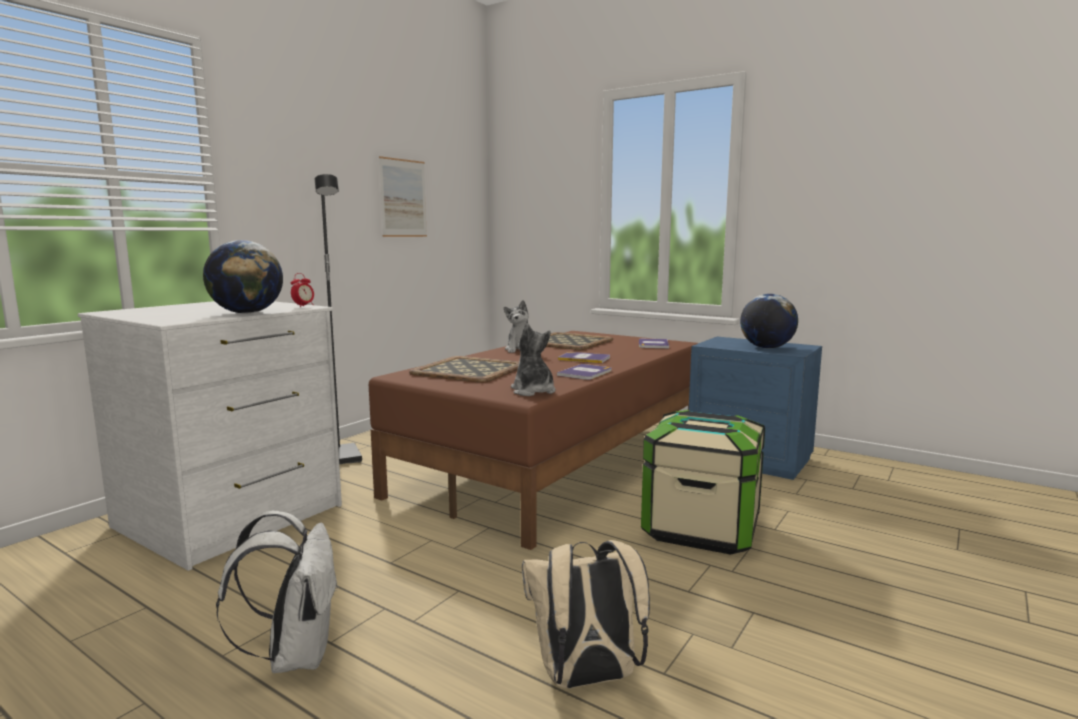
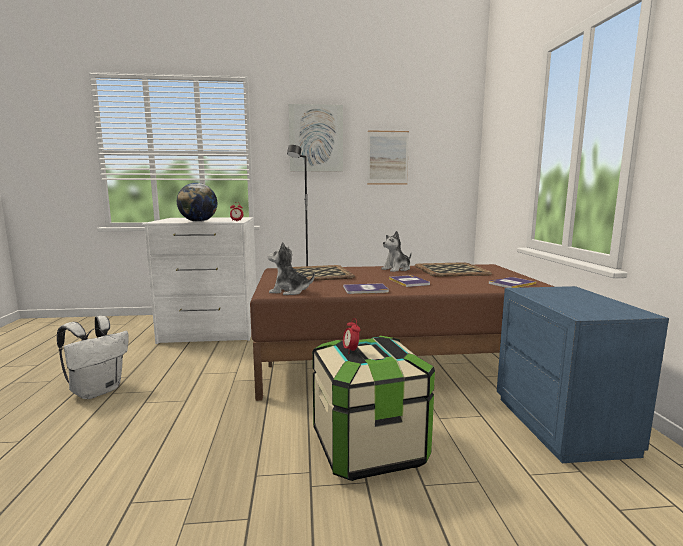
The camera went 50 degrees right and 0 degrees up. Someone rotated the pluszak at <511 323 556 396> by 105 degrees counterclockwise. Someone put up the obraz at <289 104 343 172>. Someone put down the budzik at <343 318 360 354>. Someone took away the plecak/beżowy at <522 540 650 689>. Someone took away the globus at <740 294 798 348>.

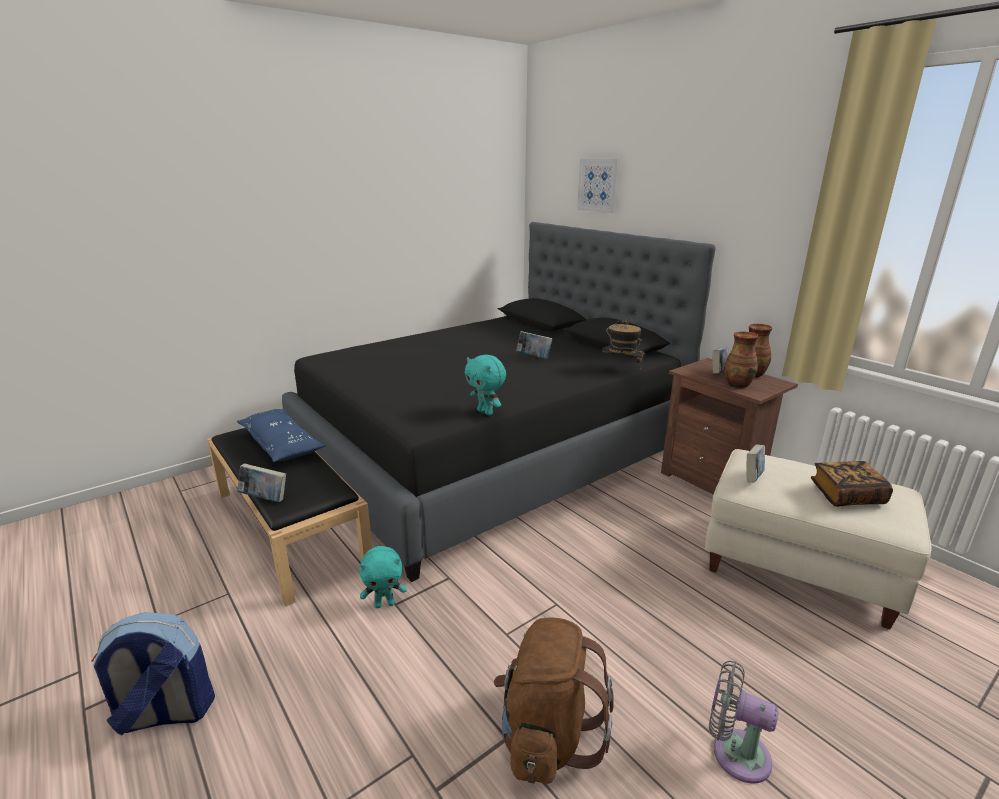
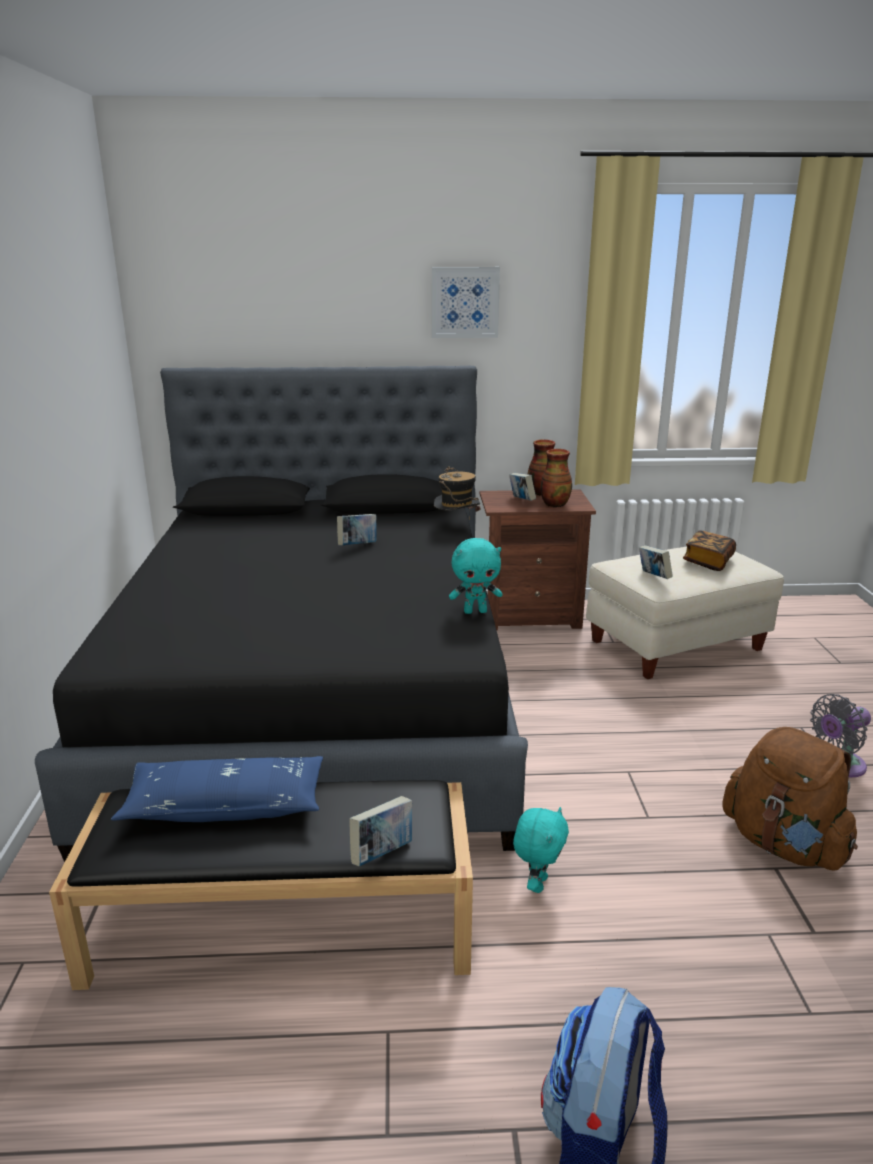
The camera went 55 degrees left and 0 degrees up. Someone carried the obraz from <577 158 620 213> to <432 267 500 338>.

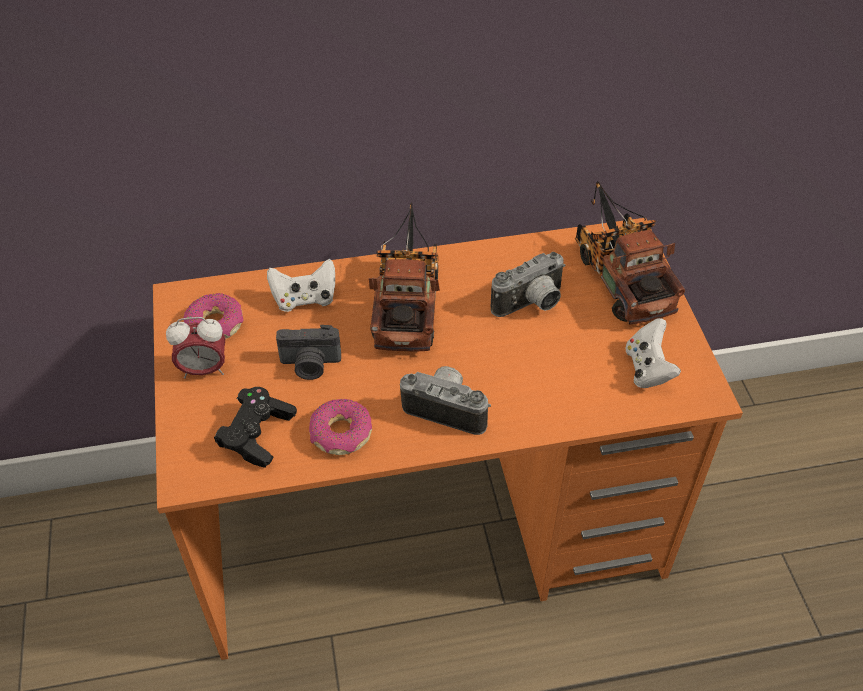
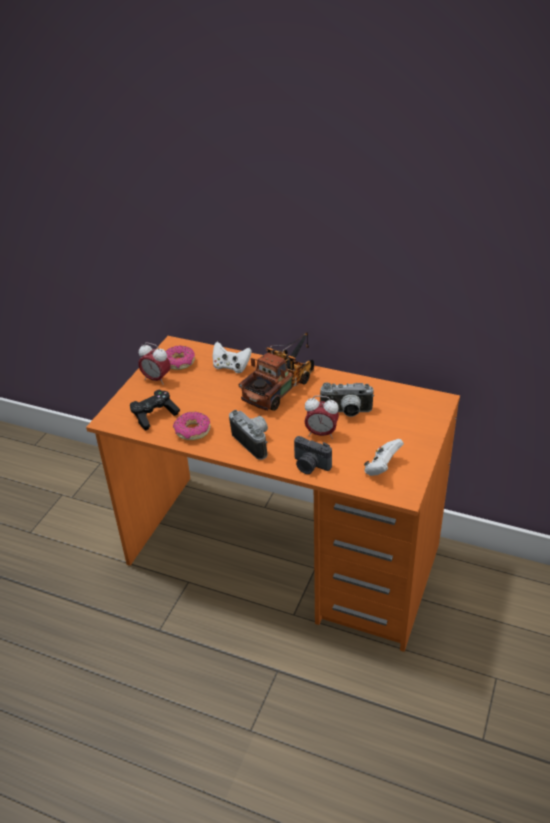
The camera went 35 degrees right and 10 degrees down. Someone carried the aparat fotograficzny from <276 325 341 380> to <294 436 332 474>. Someone put down the budzik at <304 396 339 439>. Someone took away the ciężarówka zabawkowa at <575 181 685 324>.

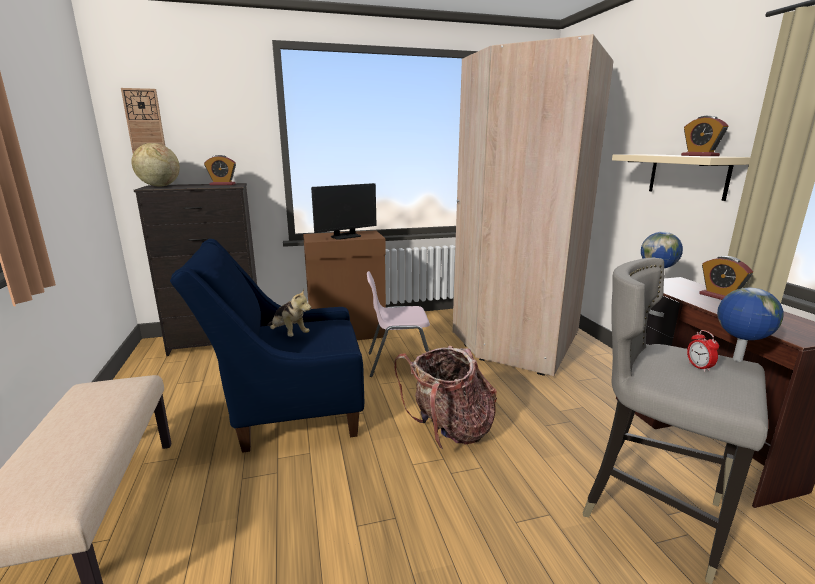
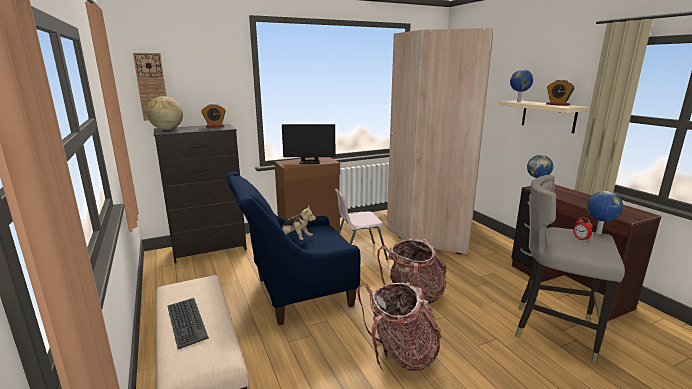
The camera went 10 degrees left and 0 degrees up. Someone put down the klawiatura at <168 298 209 349>. Someone rotated the monitor at <311 183 376 240> by 45 degrees clockwise. Someone put down the plecak at <357 282 442 371>. Someone put down the globus at <510 69 533 102>. Someone took away the budzik at <699 256 753 300>.

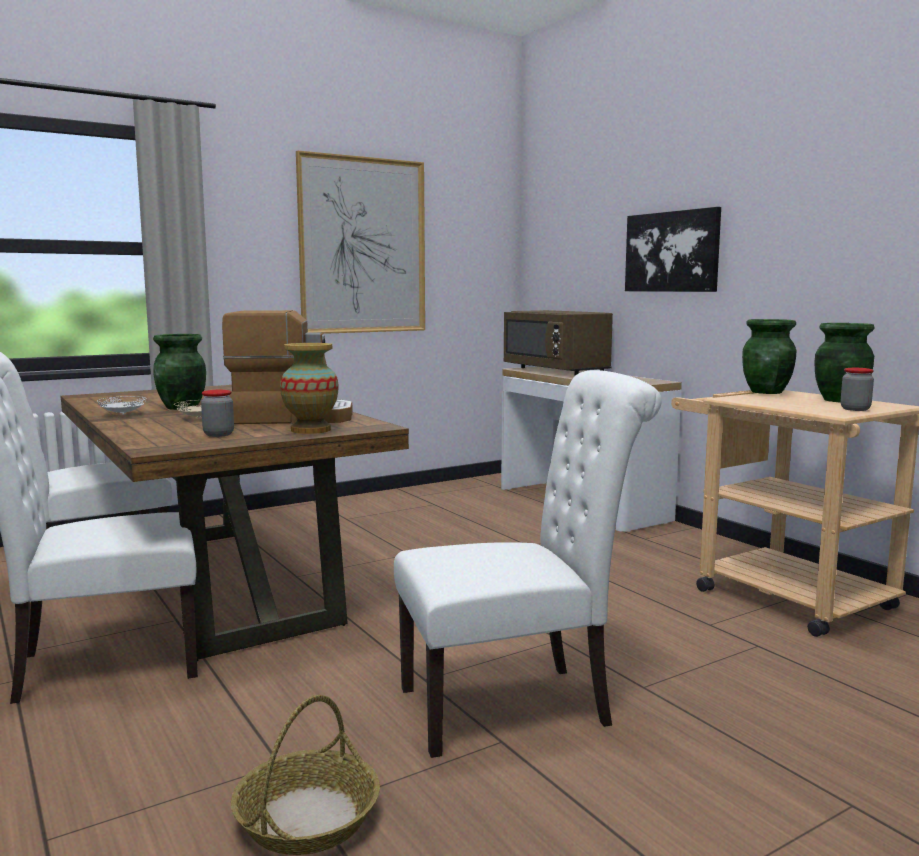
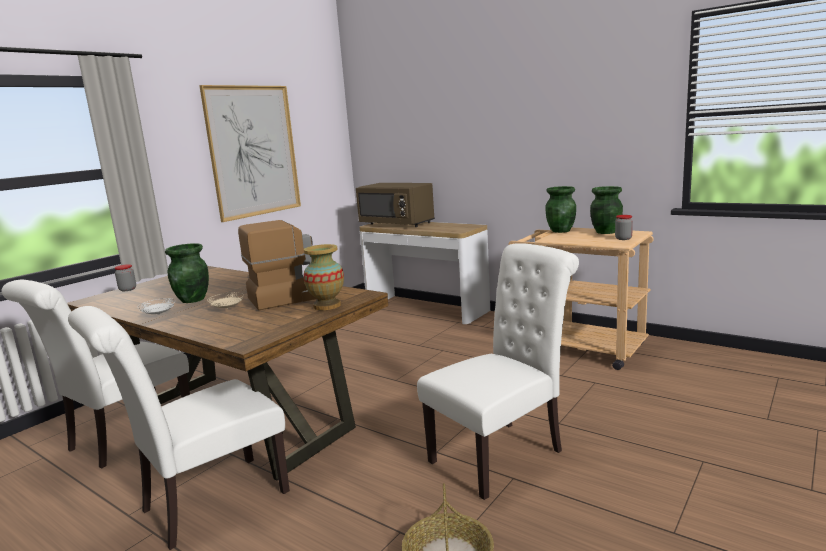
The camera went 20 degrees left and 5 degrees up. Someone carried the słoik from <201 390 234 437> to <114 264 136 291>. Someone took away the obraz at <625 207 721 292>.

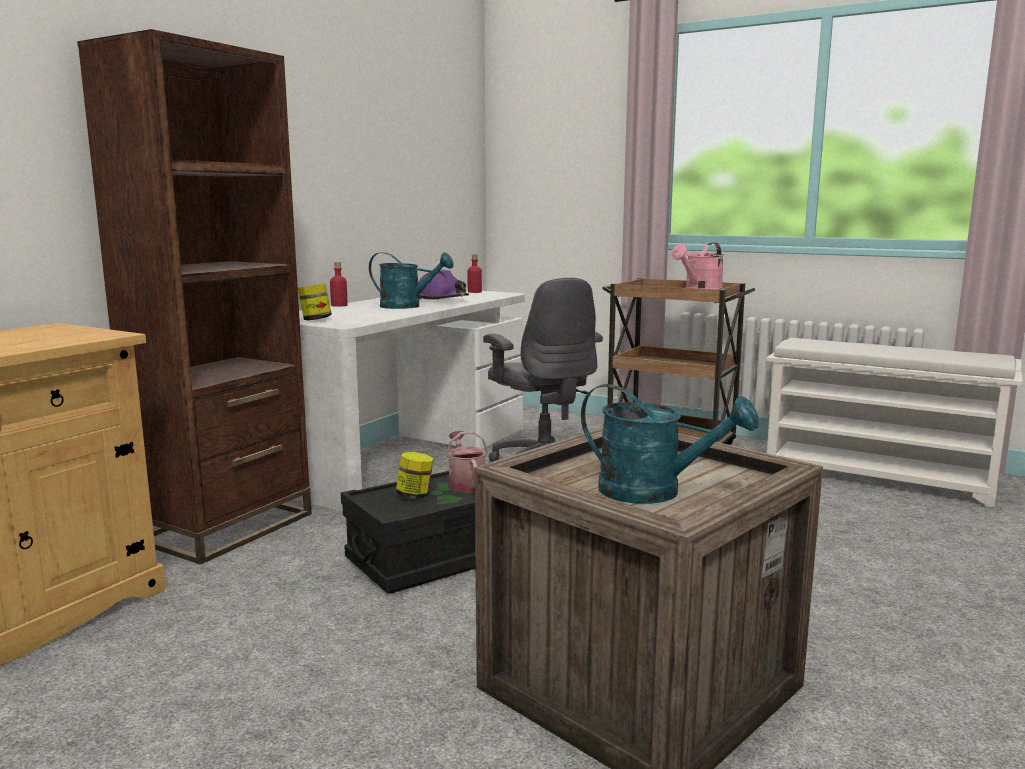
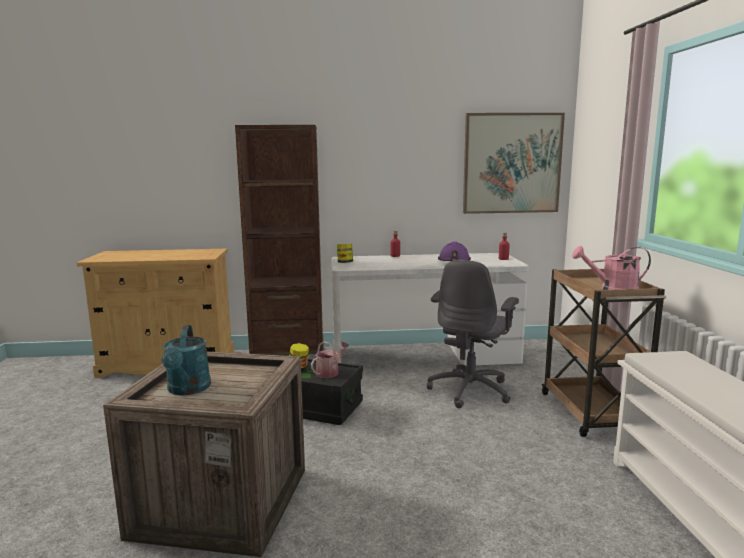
The camera went 55 degrees right and 0 degrees up. Someone put up the obraz at <463 113 565 214>. Someone took away the konewka/turkusowy at <369 252 454 309>.

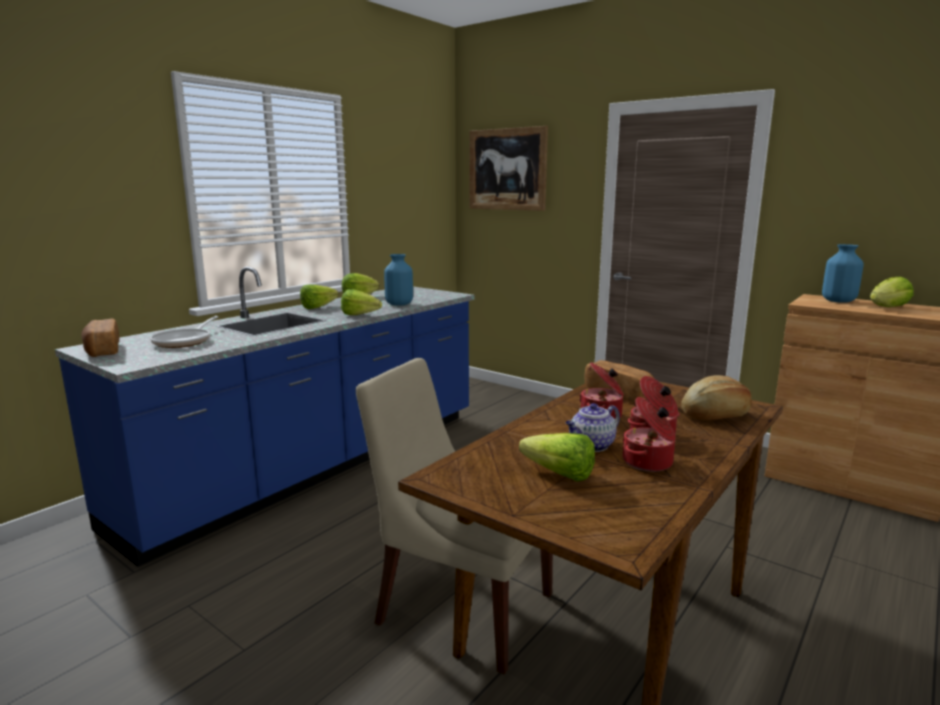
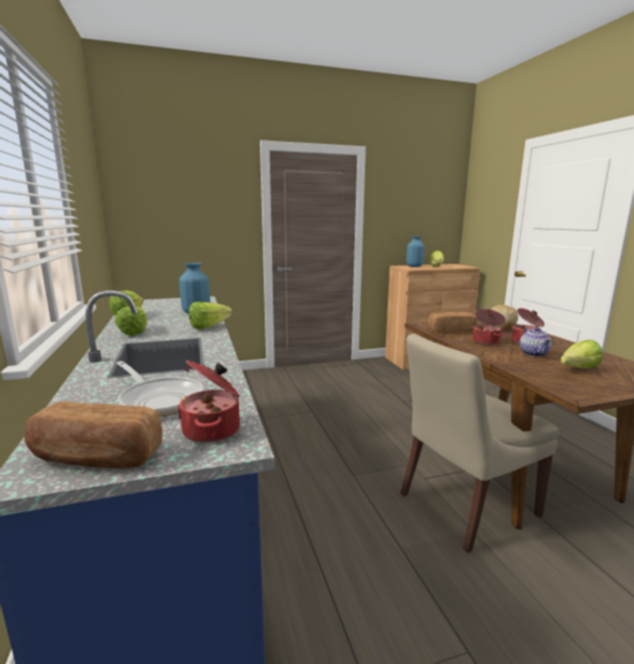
The camera went 55 degrees left and 0 degrees up. Someone carried the garnek from <623 397 676 472> to <177 360 240 443>. Someone took away the obraz at <469 126 548 211>.

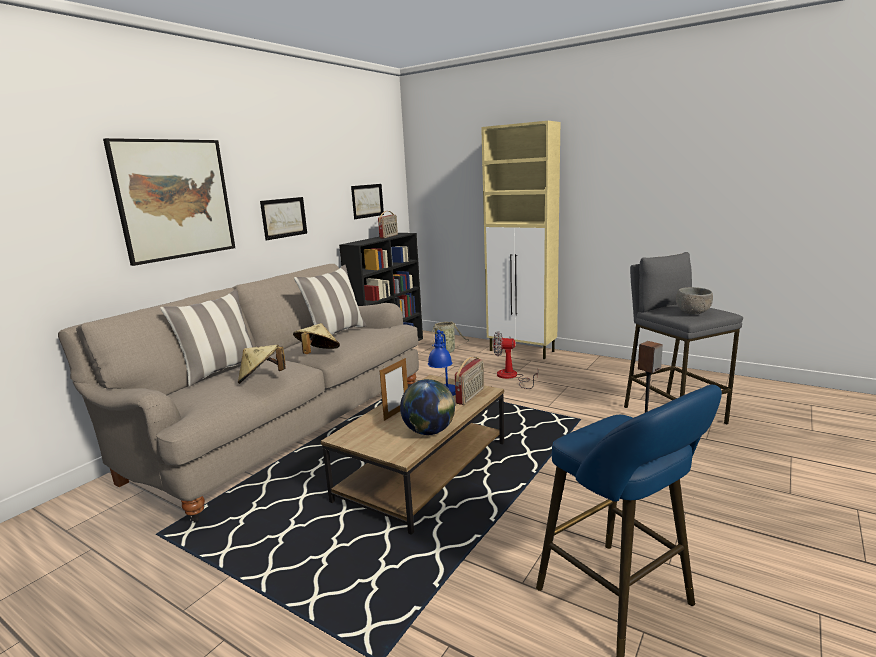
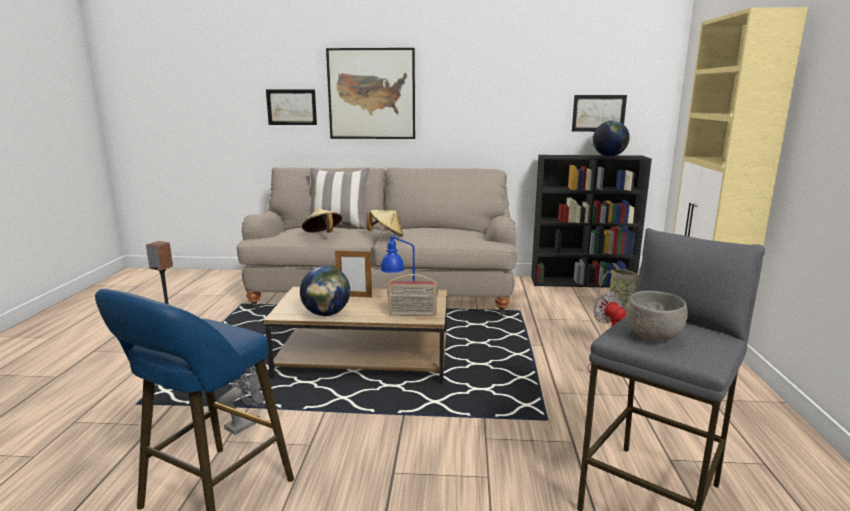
The camera went 60 degrees right and 0 degrees up. Someone put down the wentylator/szary at <218 366 266 435>. Someone carried the obraz from <260 197 307 240> to <266 89 317 125>. Someone swapped the radio at <378 211 398 238> for the globus at <593 121 630 157>. Someone took away the poduszka at <294 265 367 335>.

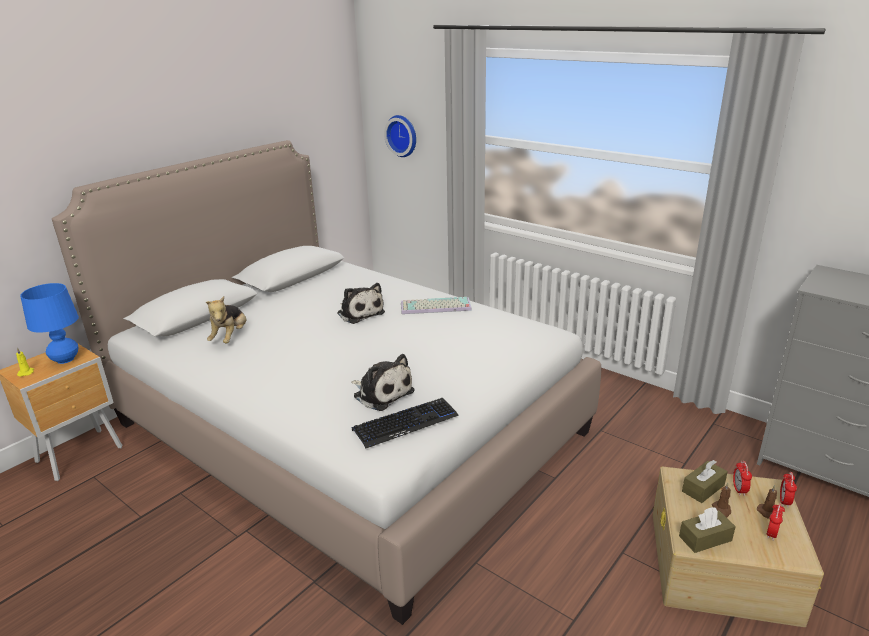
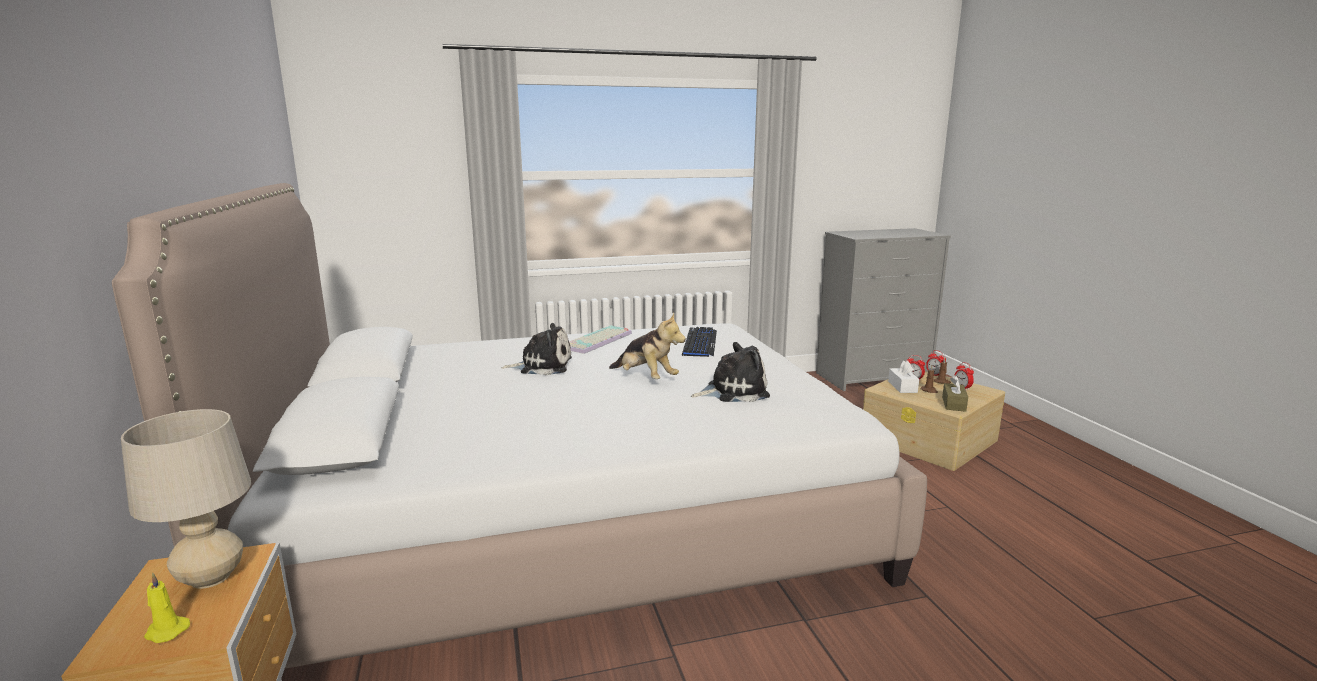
The camera went 55 degrees left and 10 degrees down. Someone repainted the lampa stołowa/niebieski at <20 283 79 364>, which became the lampa stołowa/beżowy at <121 409 251 589>. Someone carried the pluszak from <206 296 247 343> to <609 313 686 379>. Someone carried the klawiatura from <352 398 459 449> to <682 327 717 357>. Someone repainted the pudełko chusteczek/brązowy at <682 460 728 503>, which became the pudełko chusteczek/biały at <888 360 919 393>. Someone took away the zegar ścienny at <384 115 416 157>.

